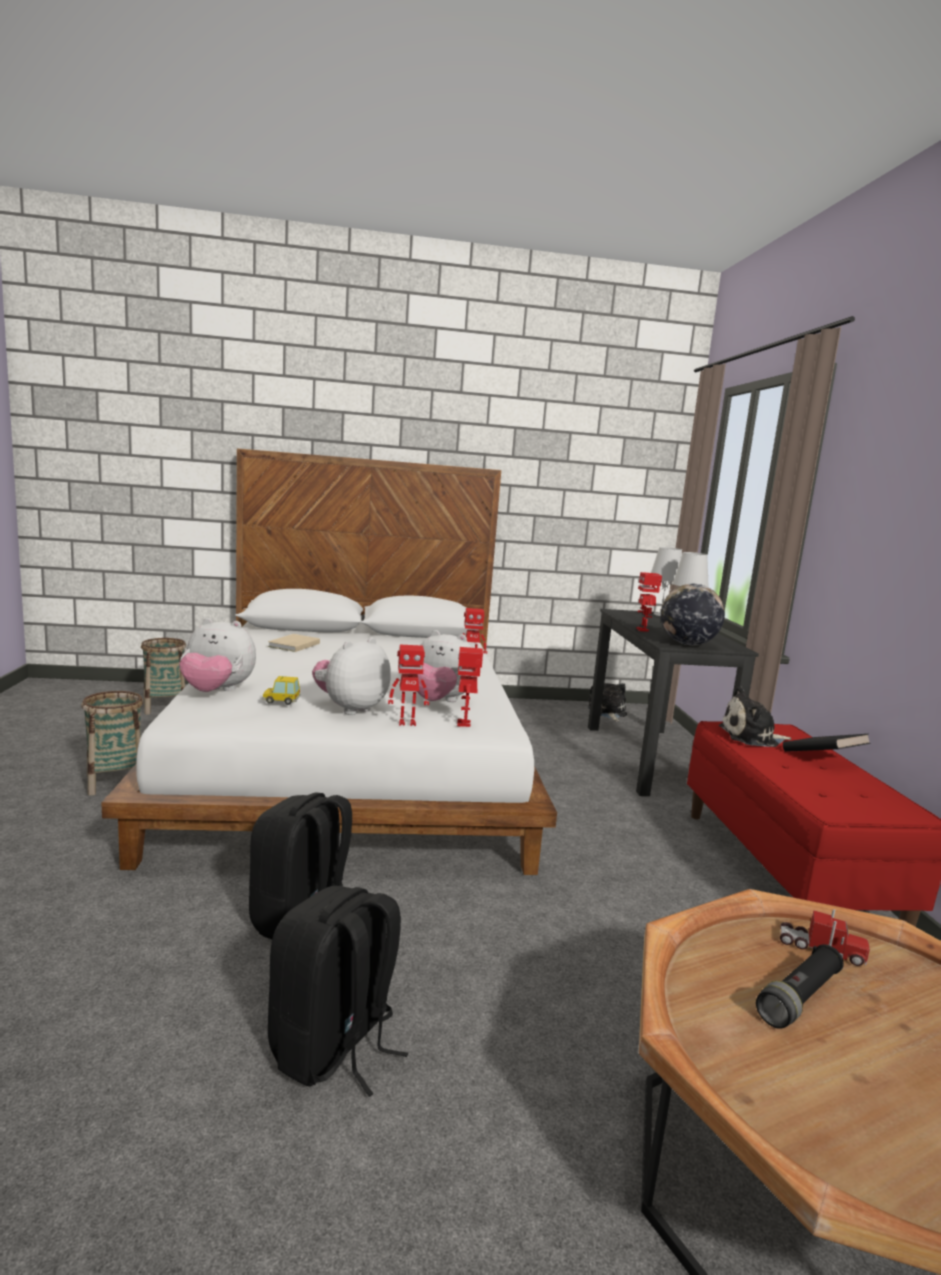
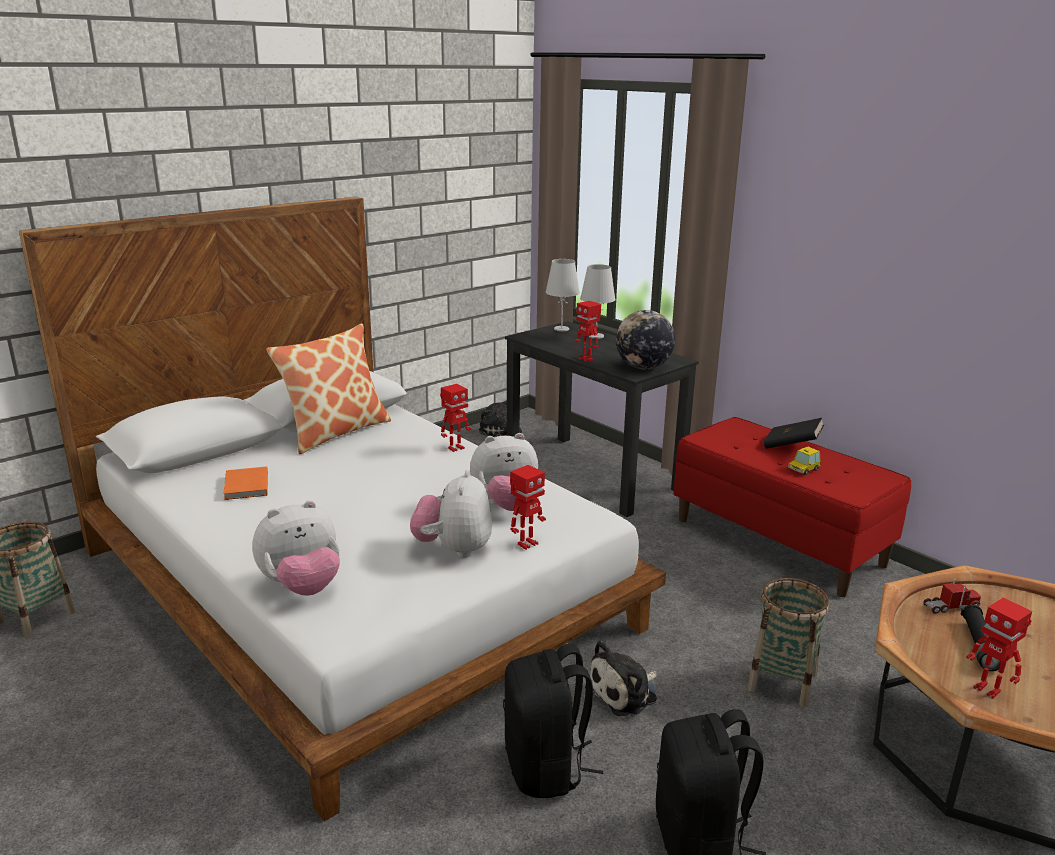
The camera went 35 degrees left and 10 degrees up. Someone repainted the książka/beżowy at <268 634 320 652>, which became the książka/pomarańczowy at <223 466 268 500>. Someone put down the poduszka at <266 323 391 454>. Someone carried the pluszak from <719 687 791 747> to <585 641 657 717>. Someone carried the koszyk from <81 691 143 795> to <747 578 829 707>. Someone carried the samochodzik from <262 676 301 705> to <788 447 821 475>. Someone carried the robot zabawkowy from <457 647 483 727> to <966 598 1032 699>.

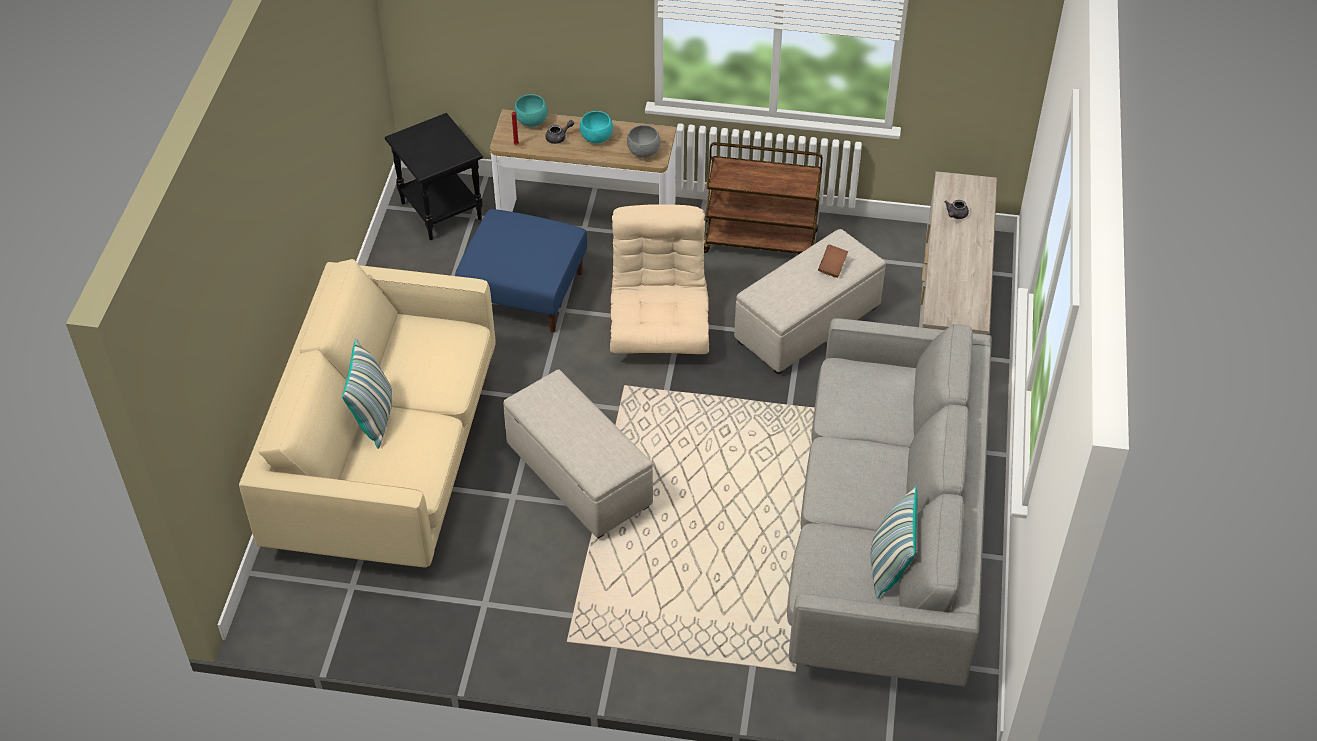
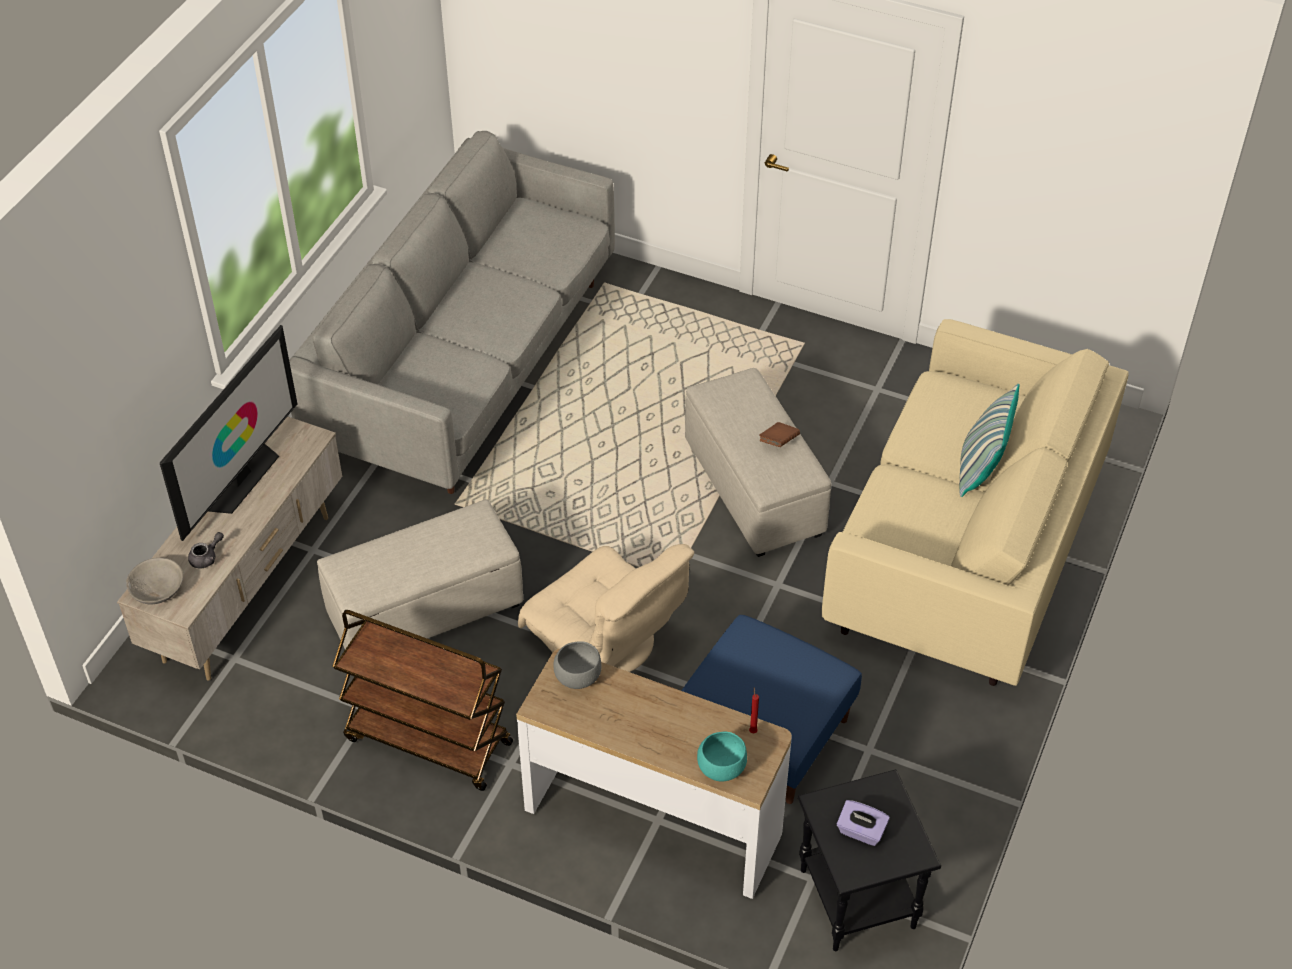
The camera went 165 degrees left and 0 degrees up. Someone put down the miska/szary at <126 558 184 604>. Someone put down the telewizor at <160 325 297 541>. Someone rotated the fotel/beżowy at <610 204 709 354> by 60 degrees counterclockwise. Someone carried the książka/brązowy from <818 245 848 278> to <759 422 800 447>. Someone put down the pudełko chusteczek/fioletowy at <837 800 890 846>. Someone took away the imbryk/szary at <545 120 574 144>. Someone took away the miska/turkusowy at <580 111 613 143>. Someone took away the poduszka at <871 486 918 599>.

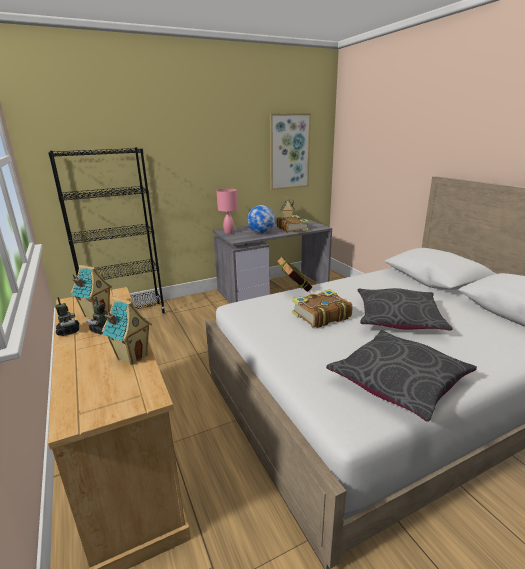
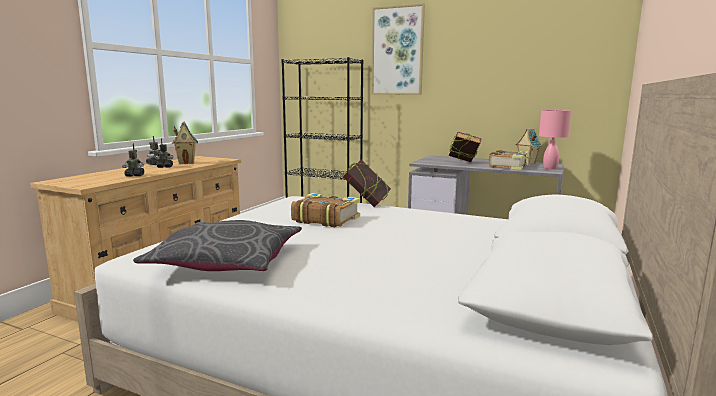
The camera went 50 degrees right and 10 degrees down. Someone swapped the domek at <102 297 152 365> for the robot zabawkowy at <122 143 144 176>. Someone carried the obraz from <270 113 311 190> to <371 3 425 95>. Someone swapped the globus at <247 205 275 233> for the książka at <449 132 481 162>. Someone carried the lampa stołowa/różowy from <216 189 238 234> to <539 109 571 169>. Someone took away the poduszka/szary at <358 288 453 330>.

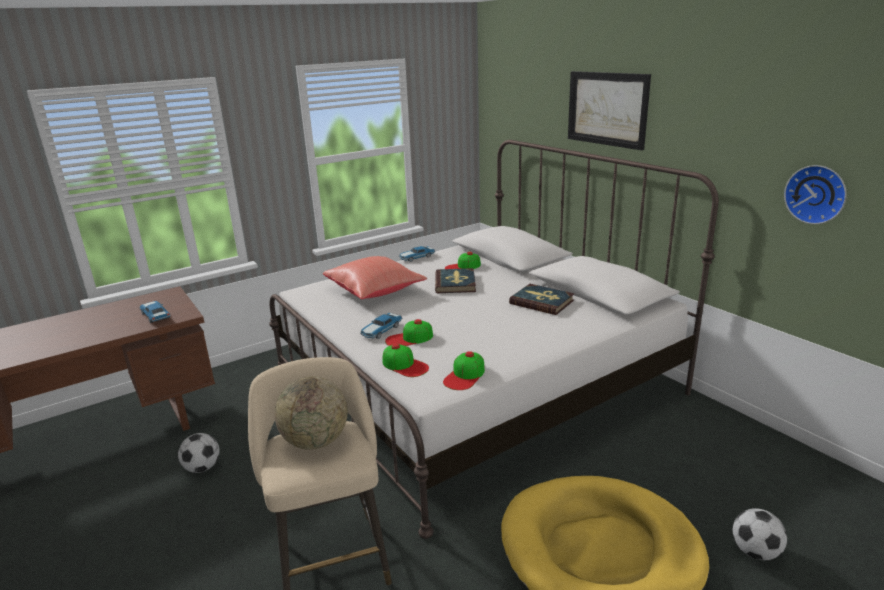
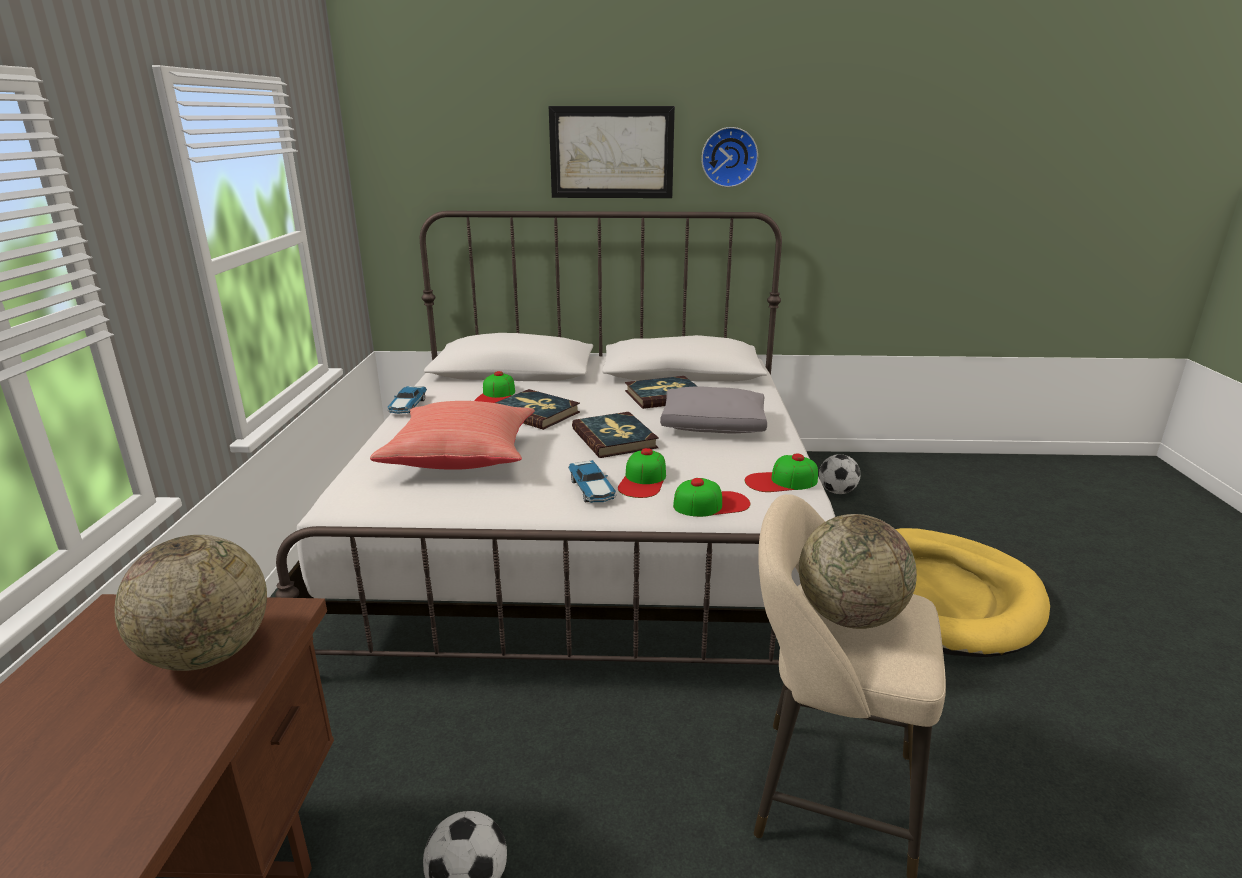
The camera went 55 degrees left and 0 degrees up. Someone swapped the samochodzik at <140 301 170 323> for the globus at <114 535 267 671>. Someone put down the książka at <572 412 659 458>. Someone put down the poduszka/szary at <660 387 767 433>. Someone carried the zegar ścienny from <784 165 847 224> to <701 127 758 187>. Someone rotated the czapka z daszkiem at <443 351 485 390> by 105 degrees clockwise. Someone carried the piłka futbolowa from <733 509 787 560> to <819 454 861 494>.

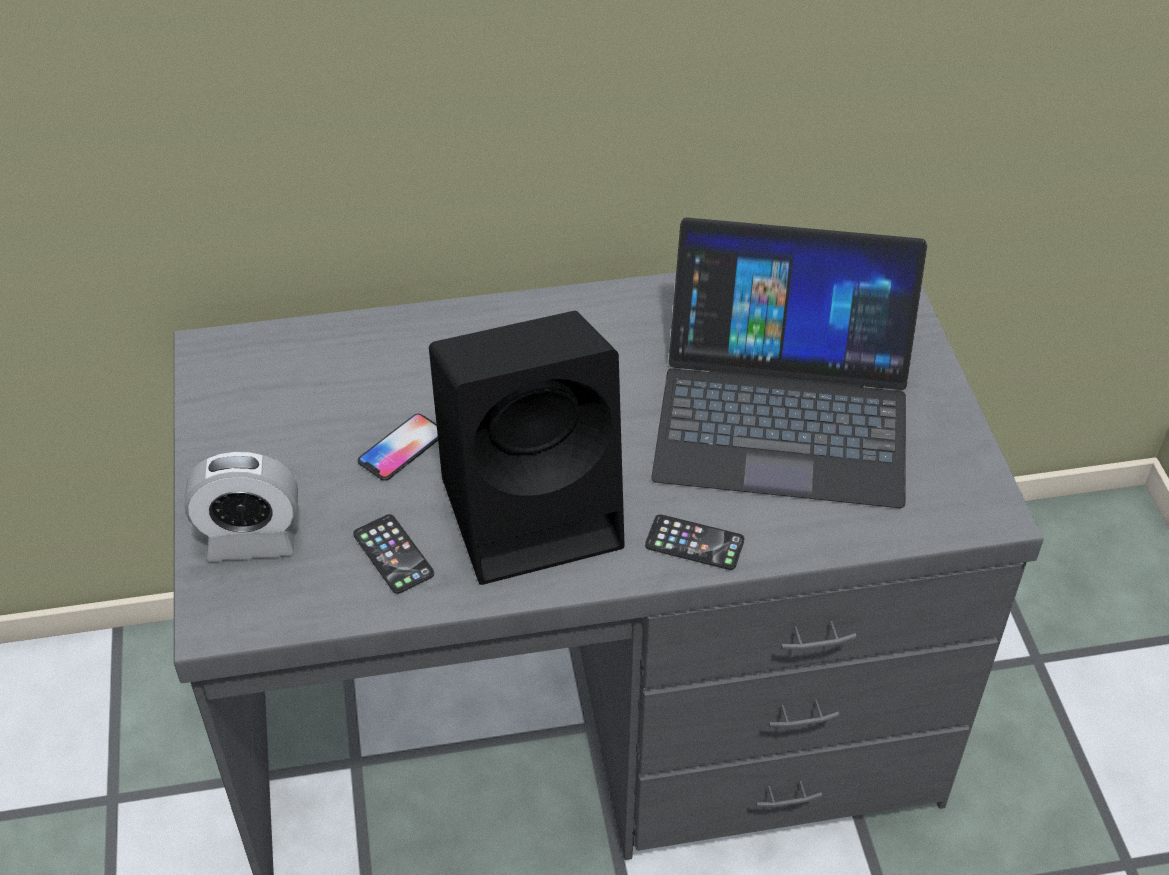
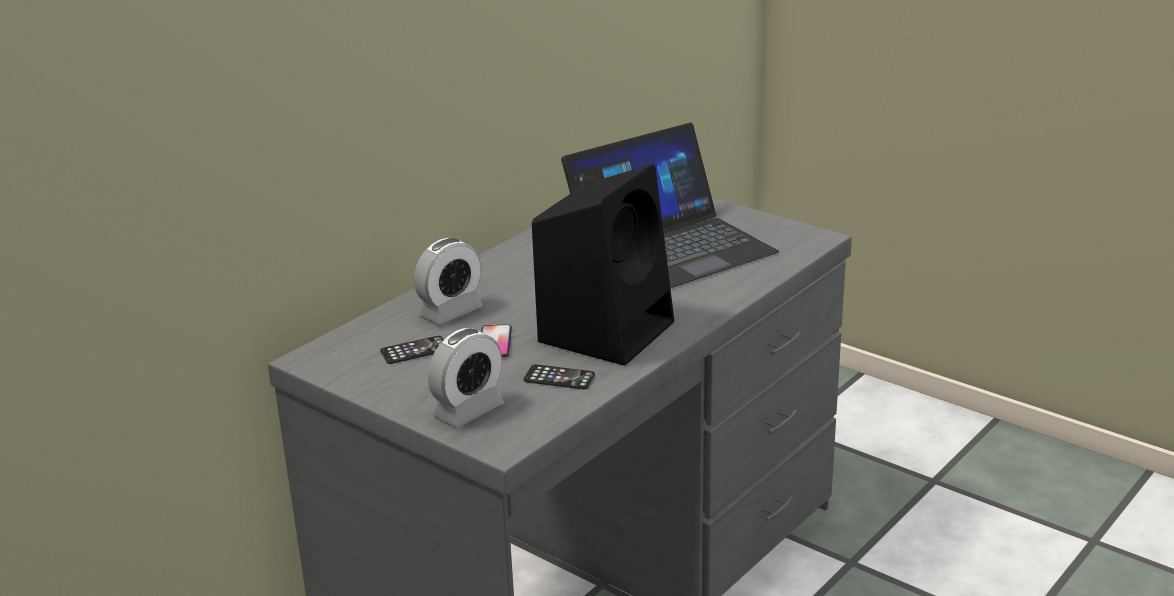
The camera went 40 degrees left and 20 degrees down. Someone carried the telefon from <645 514 744 570> to <380 336 444 364>. Someone put down the budzik at <414 238 483 325>.

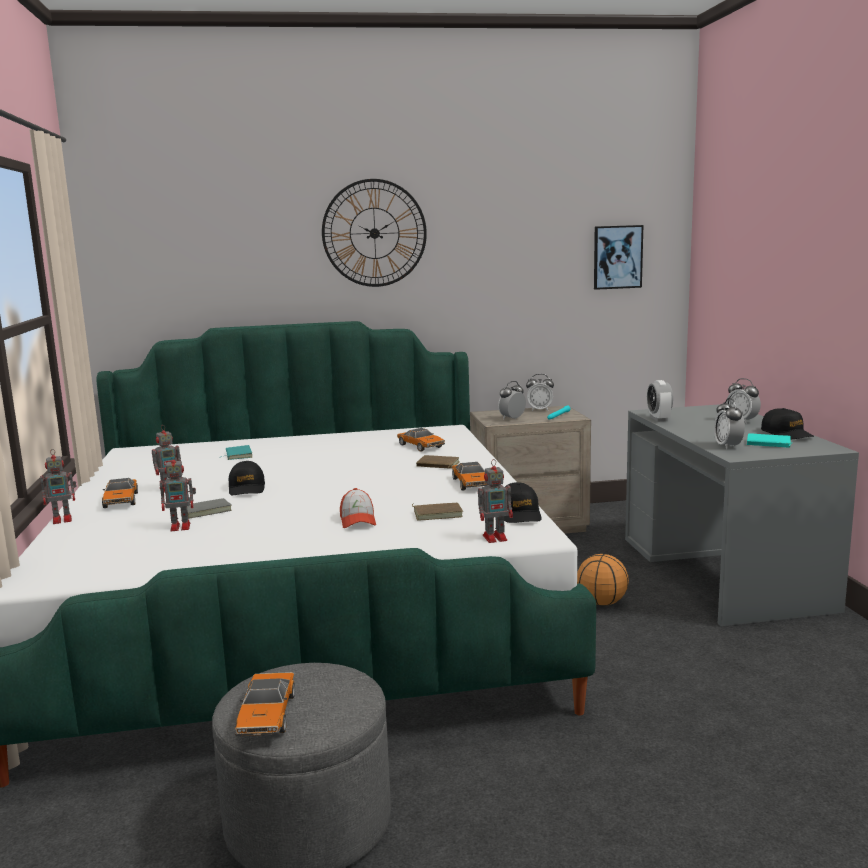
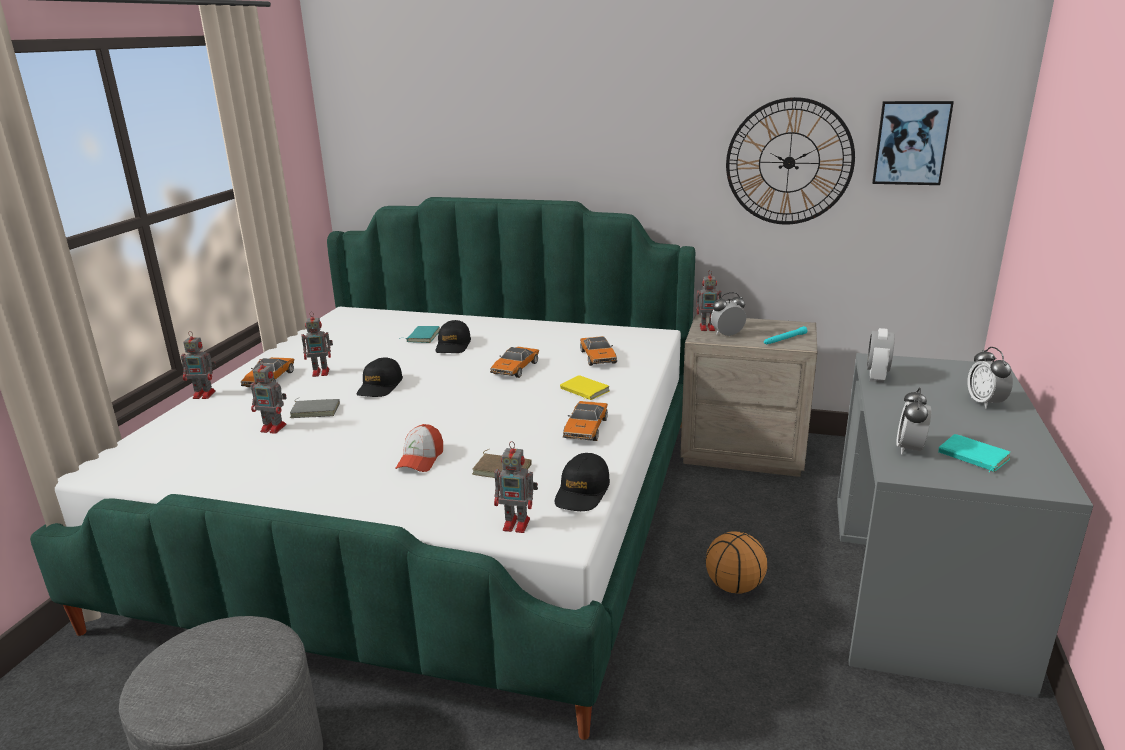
The camera went 25 degrees right and 10 degrees up. Someone carried the czapka z daszkiem/czarny from <761 408 814 439> to <436 320 471 353>. Someone carried the samochodzik from <235 672 295 736> to <490 346 539 378>. Someone repainted the książka/brązowy at <416 455 459 469>, which became the książka/żółty at <560 375 609 400>. Someone put down the robot zabawkowy at <696 270 722 331>. Someone carried the zegar ścienny from <322 179 427 287> to <726 97 855 224>. Someone took away the budzik at <526 374 554 411>.

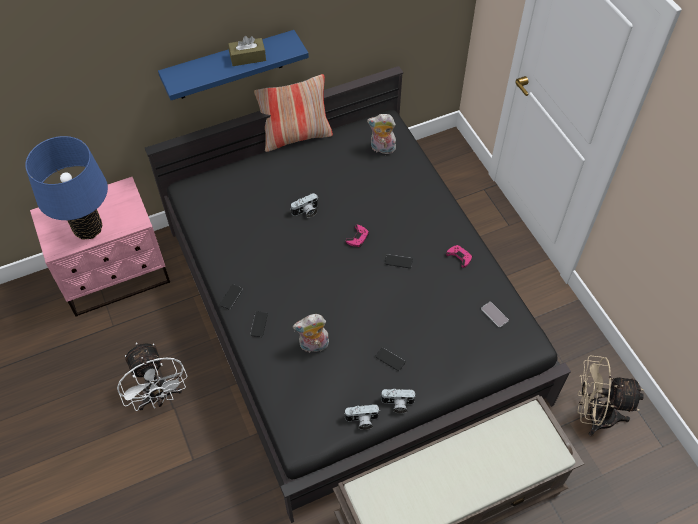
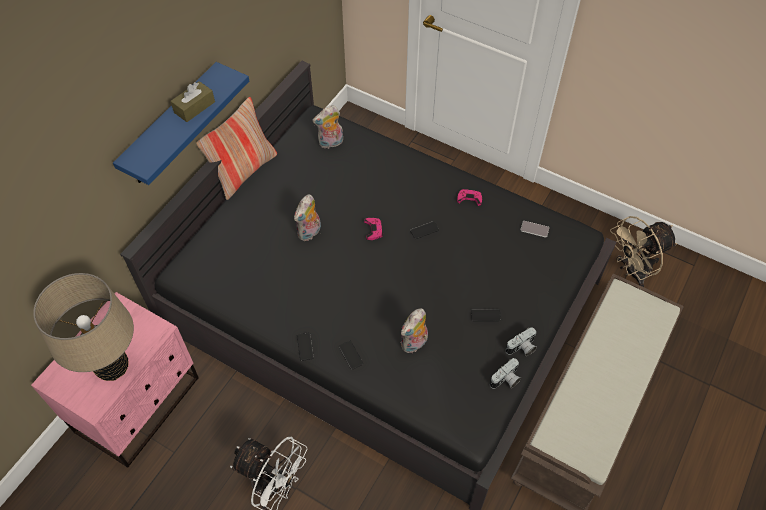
The camera went 35 degrees left and 0 degrees up. Someone repainted the lampa stołowa/niebieski at <25 136 108 240>, which became the lampa stołowa/beżowy at <33 273 134 381>. Someone swapped the aparat fotograficzny at <290 193 318 218> for the pluszak at <294 195 321 241>.

